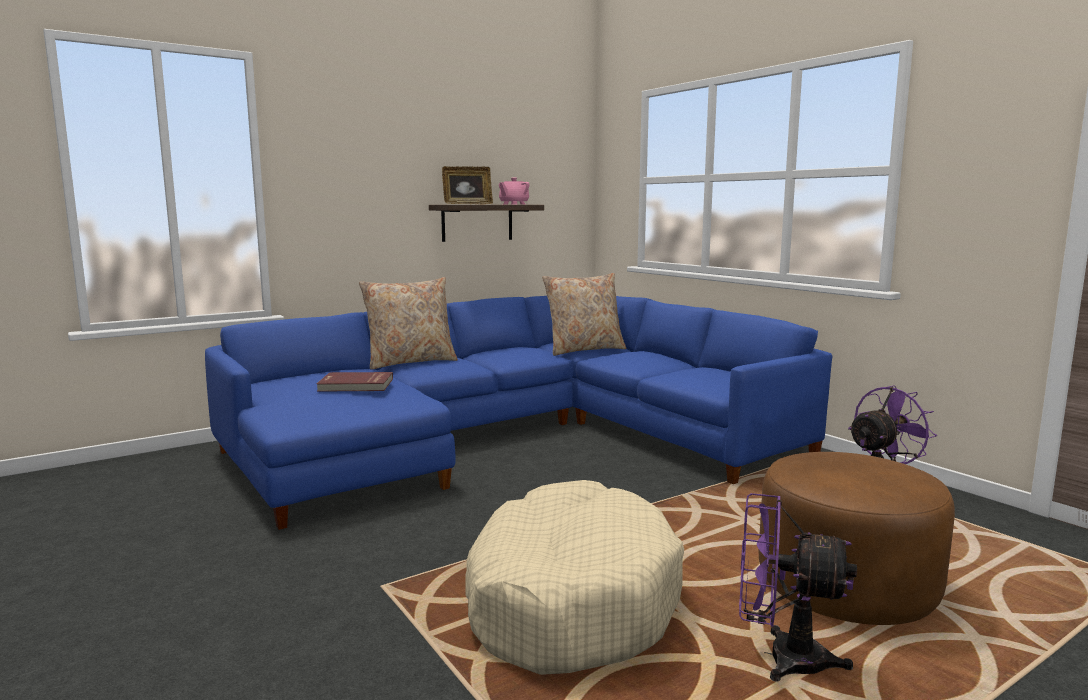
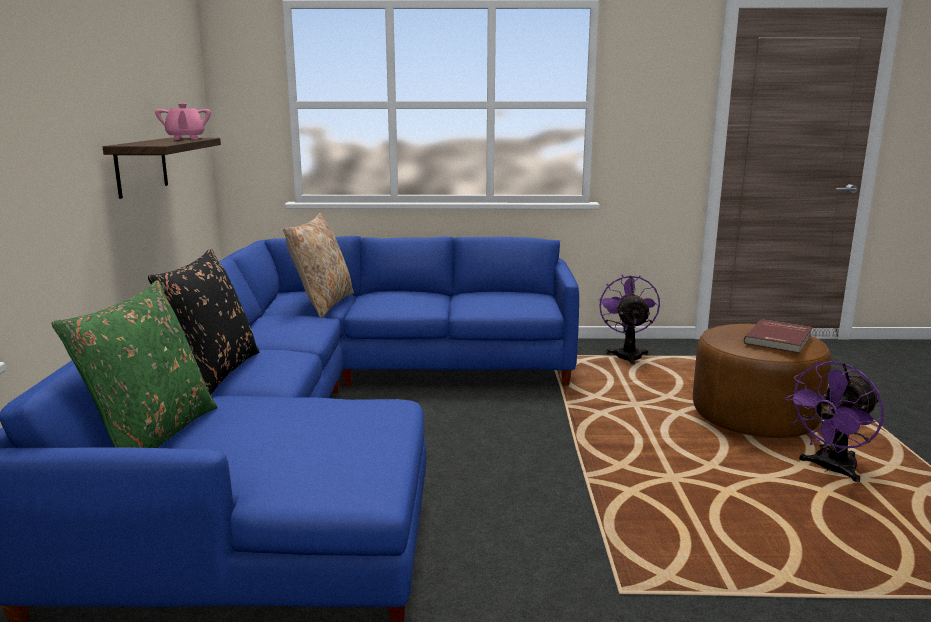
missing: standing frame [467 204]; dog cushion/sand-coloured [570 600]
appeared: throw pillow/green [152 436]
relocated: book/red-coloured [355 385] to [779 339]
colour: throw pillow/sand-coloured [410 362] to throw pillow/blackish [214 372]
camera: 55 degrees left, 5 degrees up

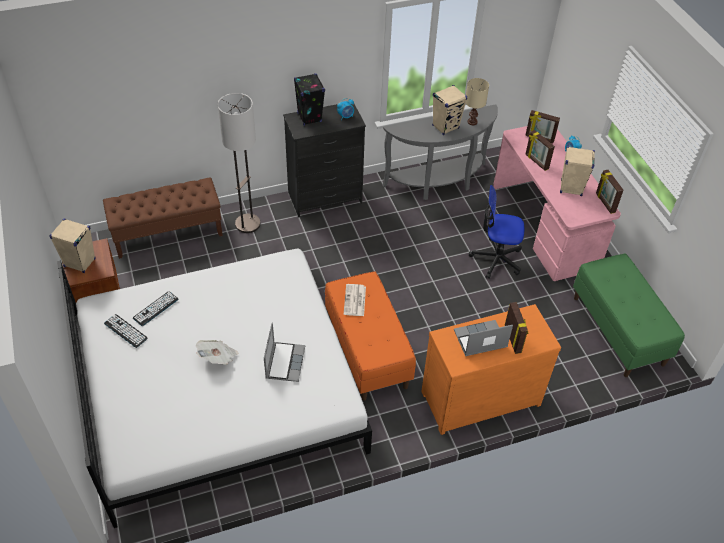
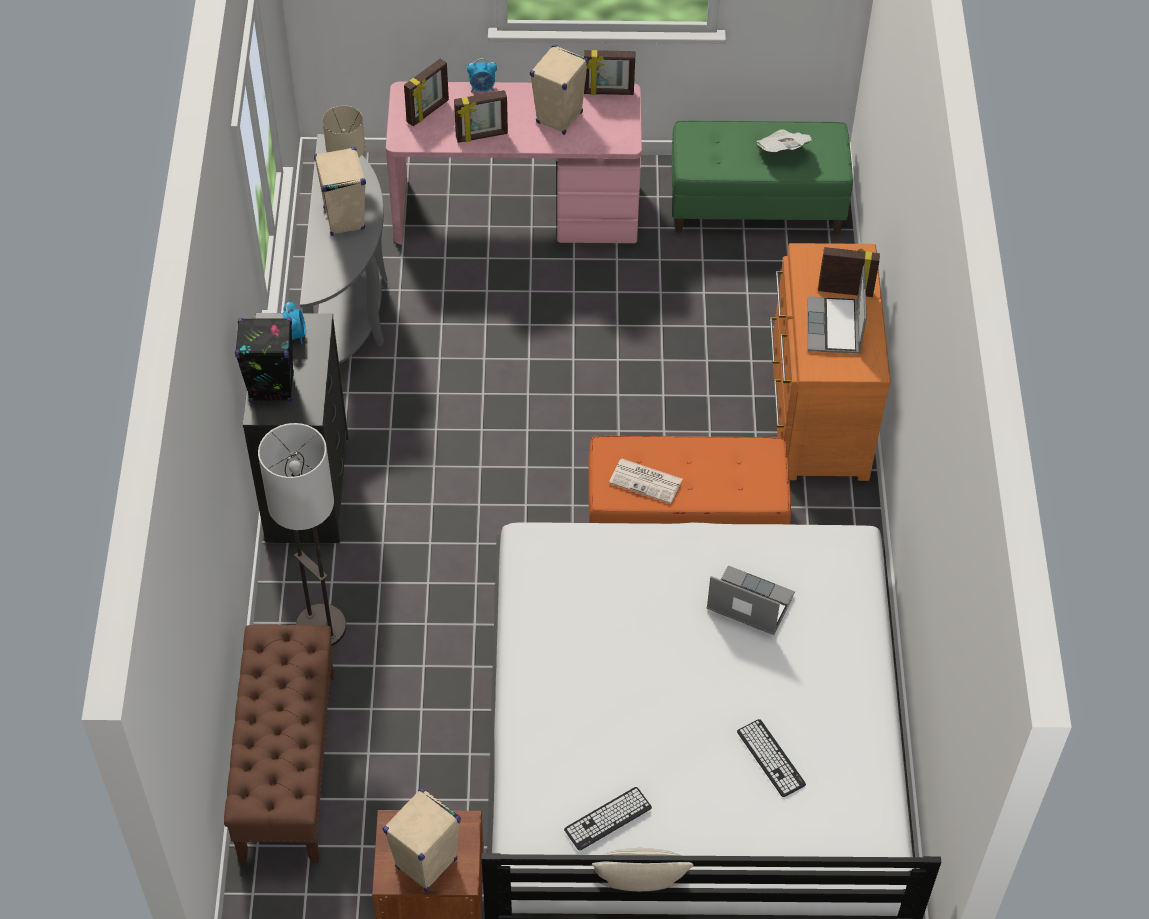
missing: computer chair [496 259]
appeared: throw pillow [640 887]
relocated: computer keyboard [156 309] to [771 758]; printed paper [218 358] to [782 151]
camera: 70 degrees left, 5 degrees up

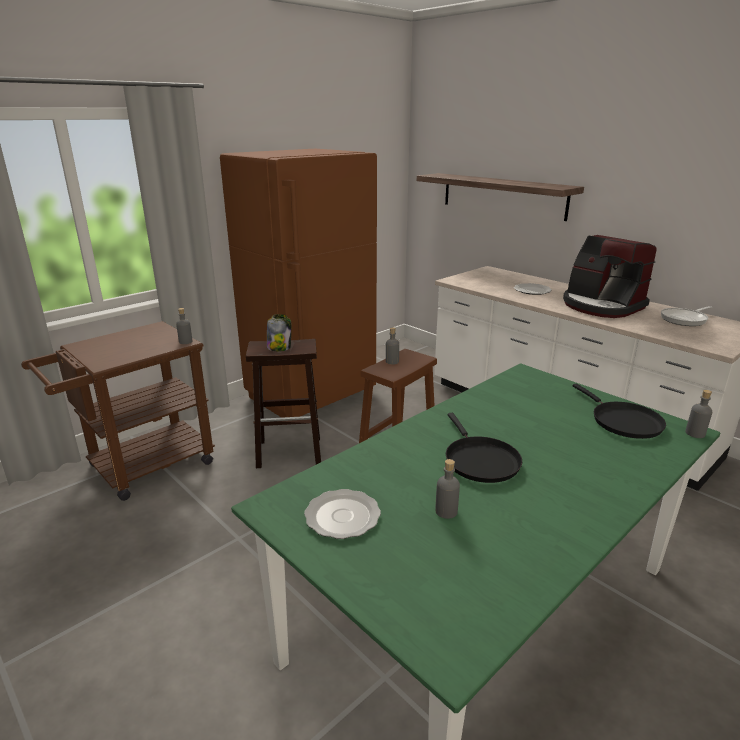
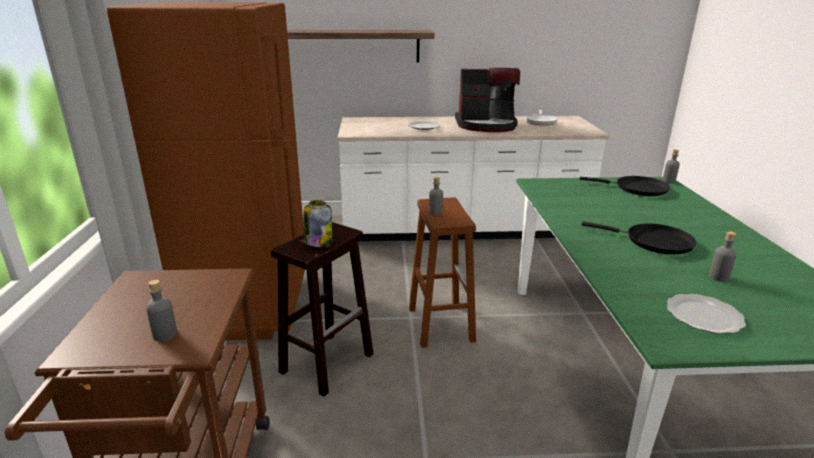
relocated: bottle/grey [185 341] to [165 334]
camera: 50 degrees left, 0 degrees up

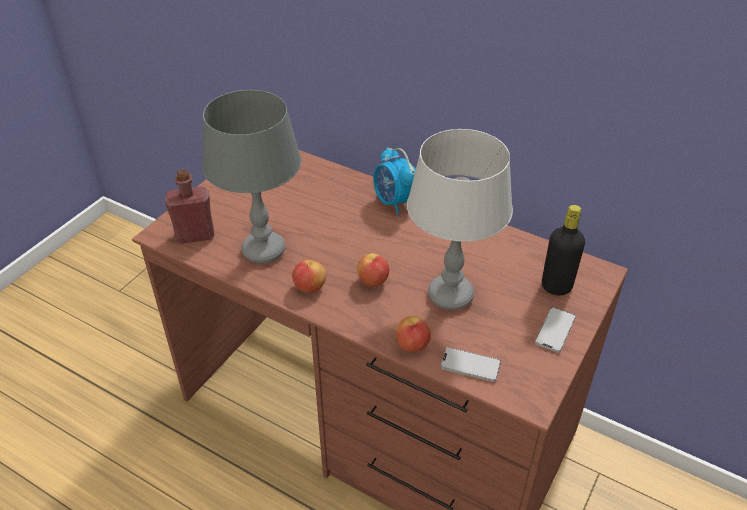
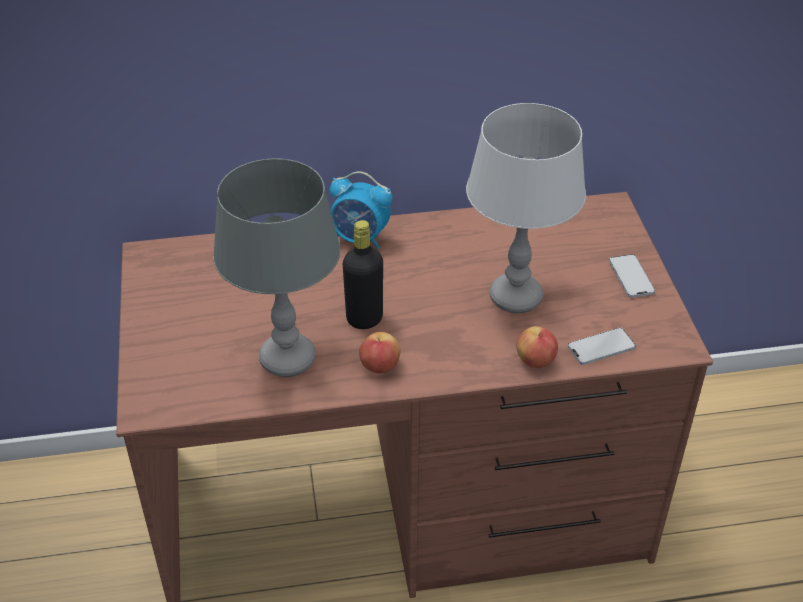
missing: bottle/red-coloured [195 235]; apple [373 281]
relocated: bottle/blackish [556 286] to [364 319]
camera: 40 degrees left, 0 degrees up

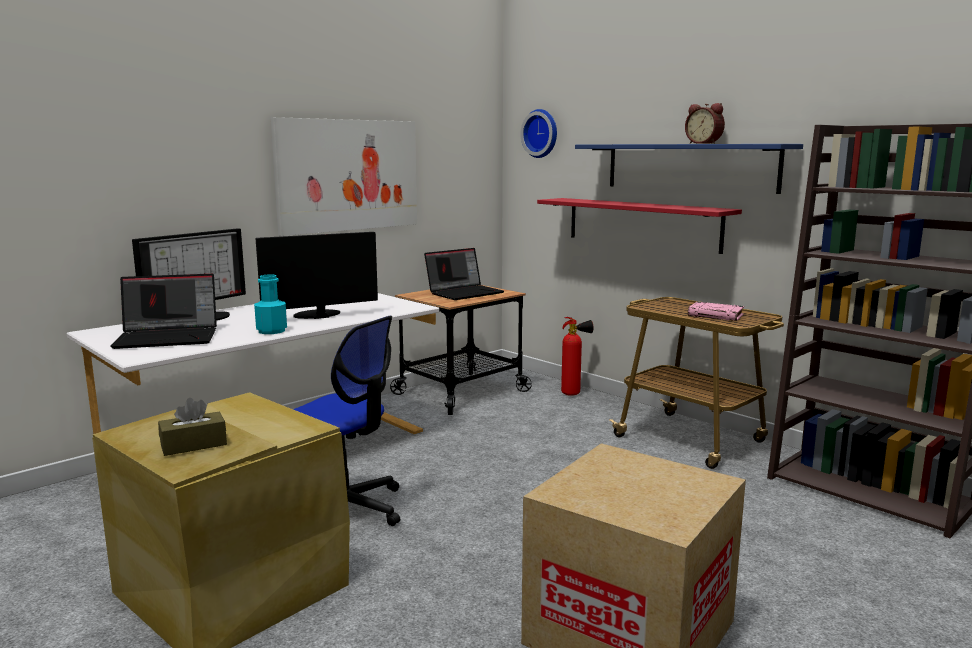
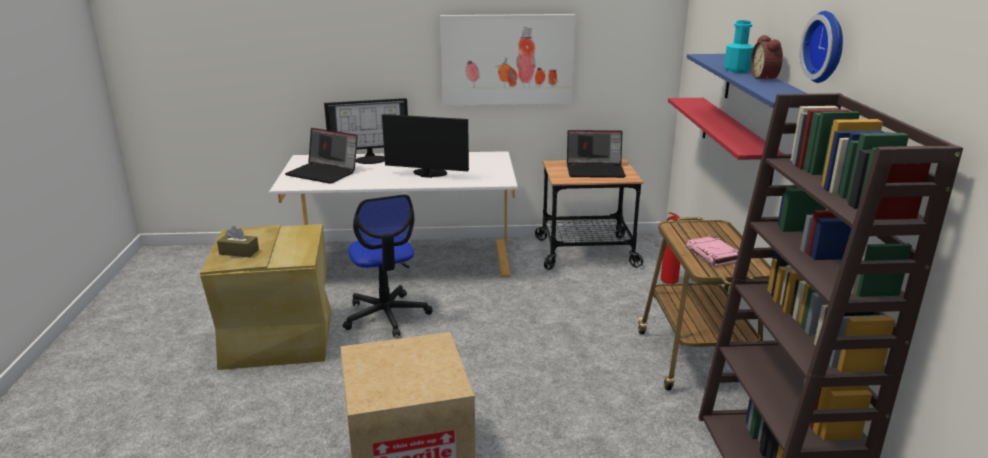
relocated: bottle/blue-green [271 331] to [737 70]; hanging clock [541 133] to [827 47]
camera: 40 degrees right, 10 degrees up

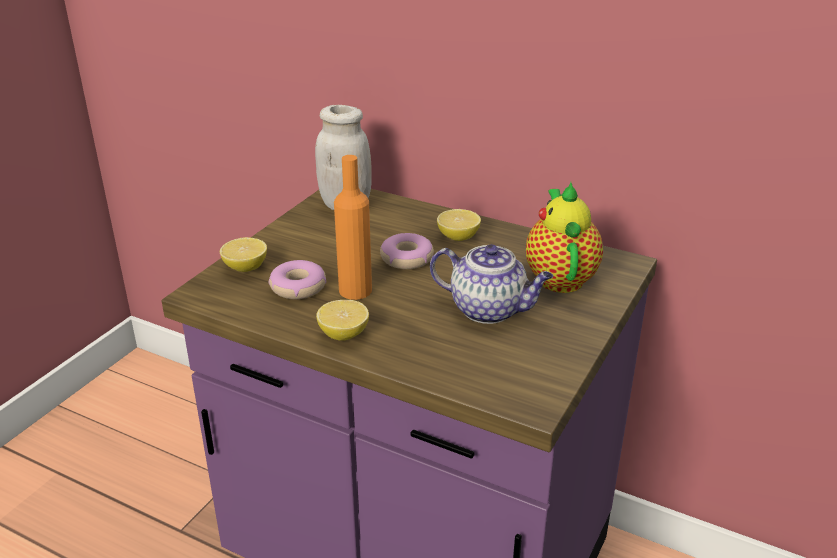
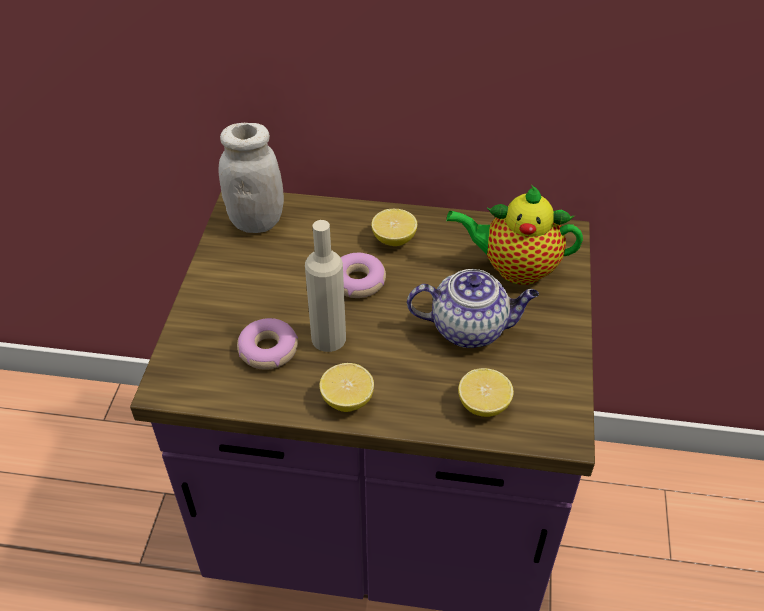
relocated: whole lemon [245 267] to [483 405]
colour: bottle/orange-coloured [355 290] to bottle/sand-coloured [328 338]
spun: teapot [560 277] = [514 268] 60 degrees counterclockwise
camera: 20 degrees left, 15 degrees up

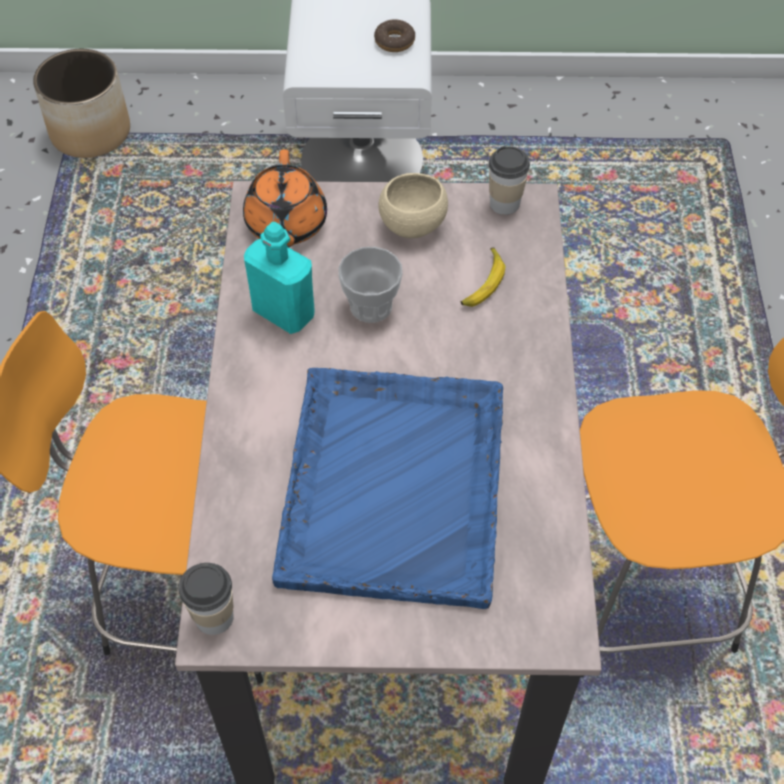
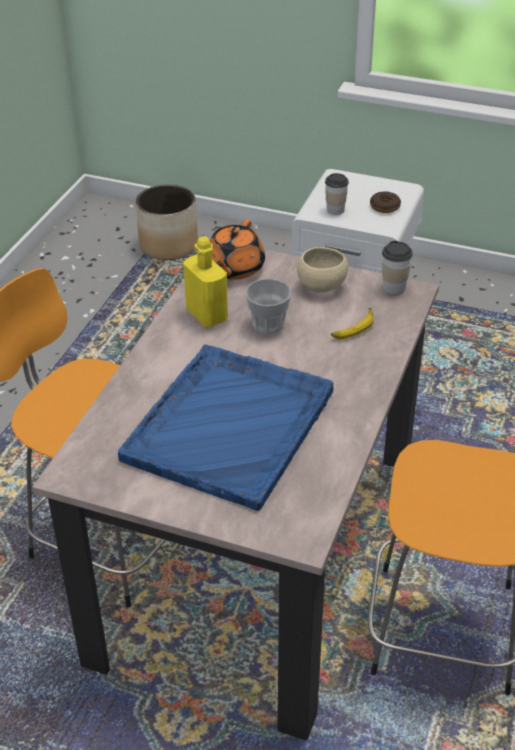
relocated: cup [214 617] to [335 210]
colour: bottle/blue-green [283 313] to bottle/yellow-coloured [207 315]
camera: 20 degrees right, 15 degrees down

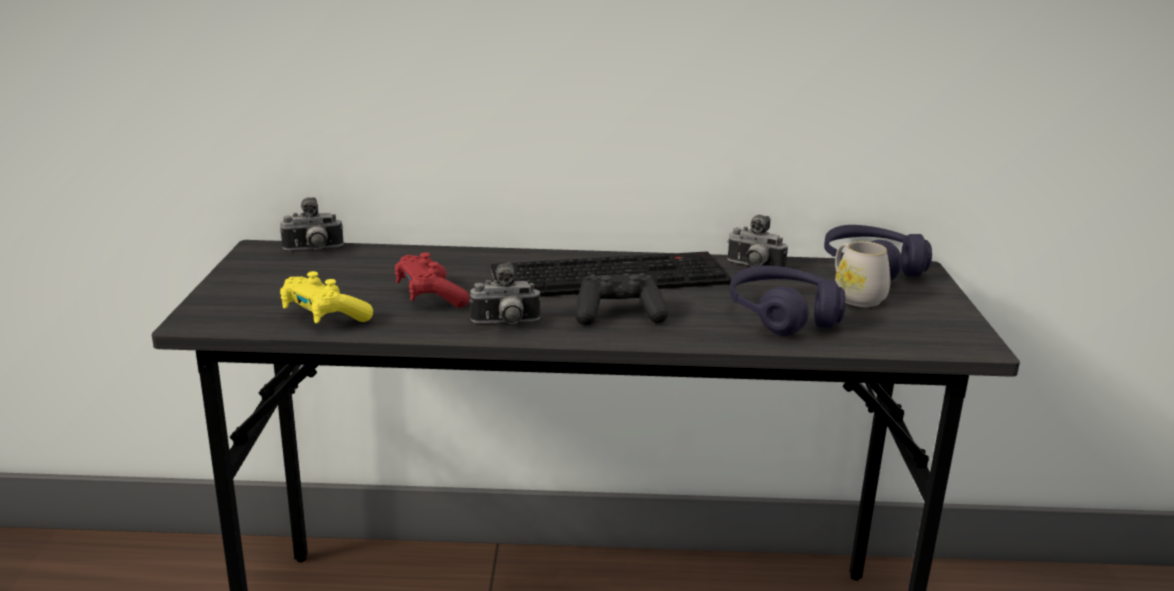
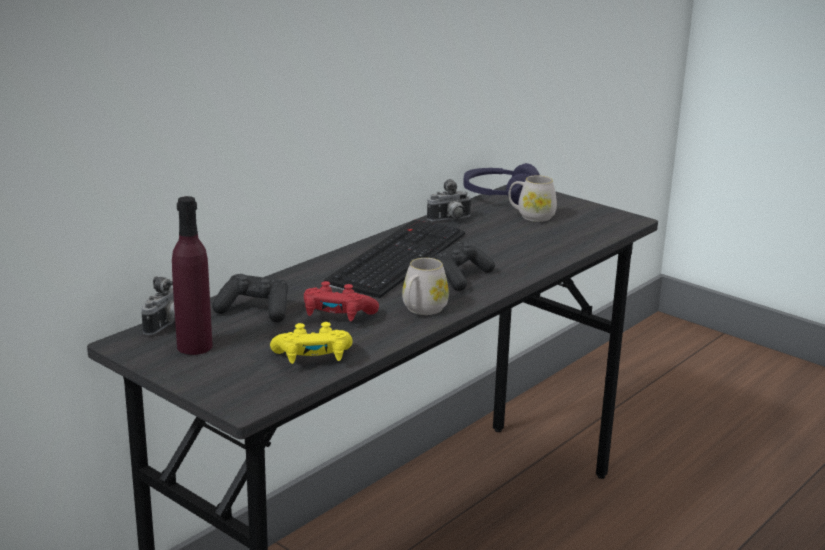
missing: pair of headphones/purple-coloured [783 315]
appeared: bottle/purple-coloured [194 346]; gamepad/blackish [255 310]
exchanged: photo camera [506 324] to tea mug/whitish [421 310]
camera: 50 degrees left, 0 degrees up

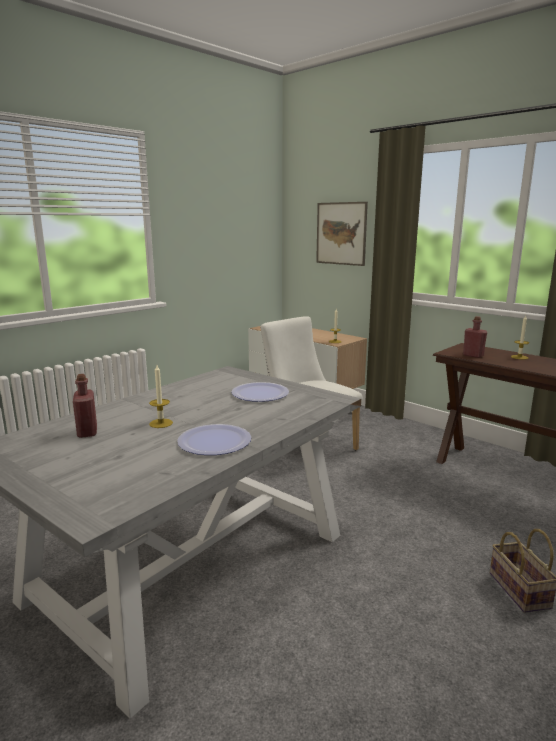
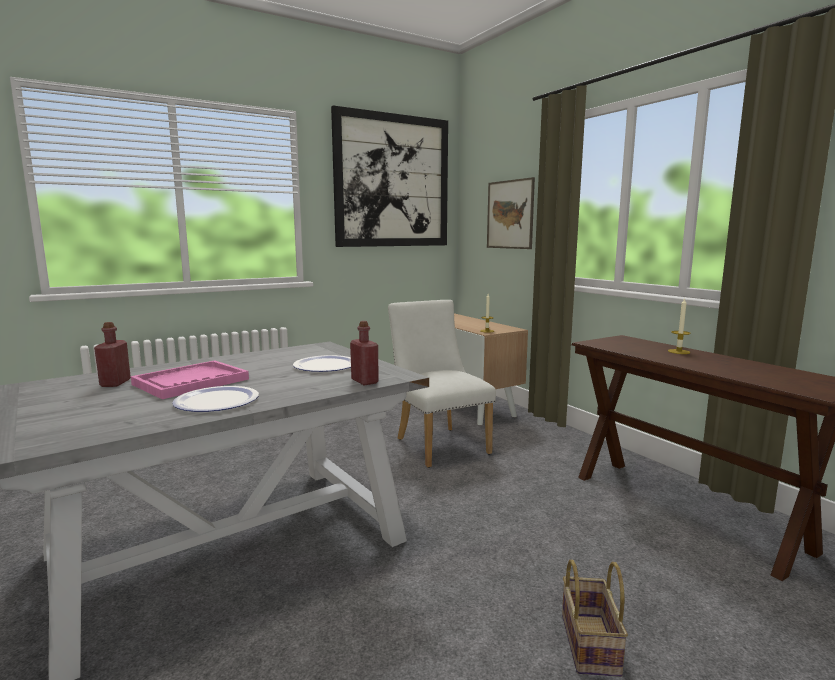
appeared: picture [392 181]
relocated: bottle/red-coloured [473 355] to [364 381]
exchanged: candle [161 423] to carrying tray/pink-coloured [191 382]
camera: 15 degrees right, 5 degrees down

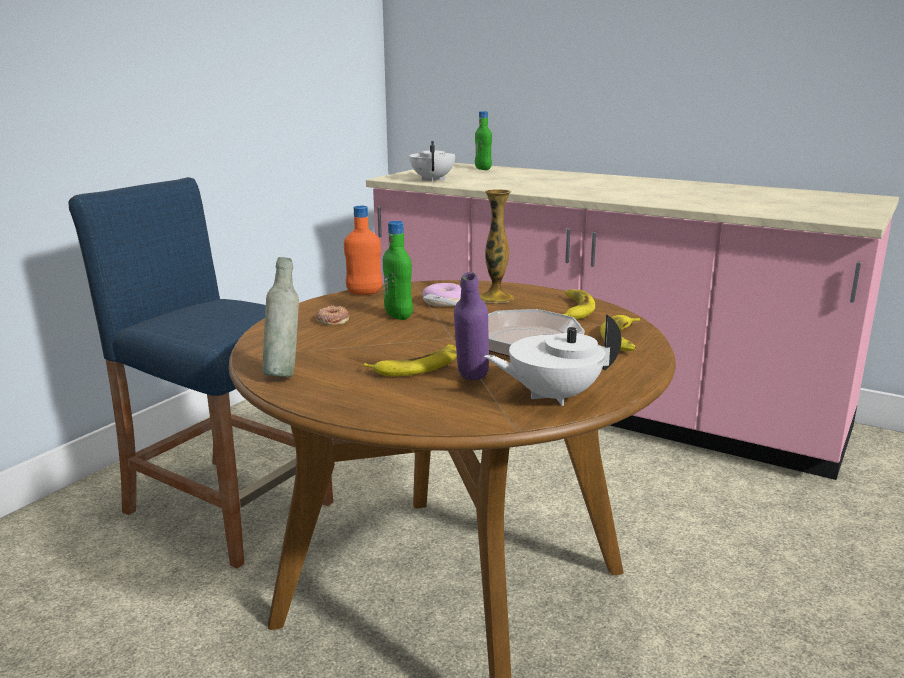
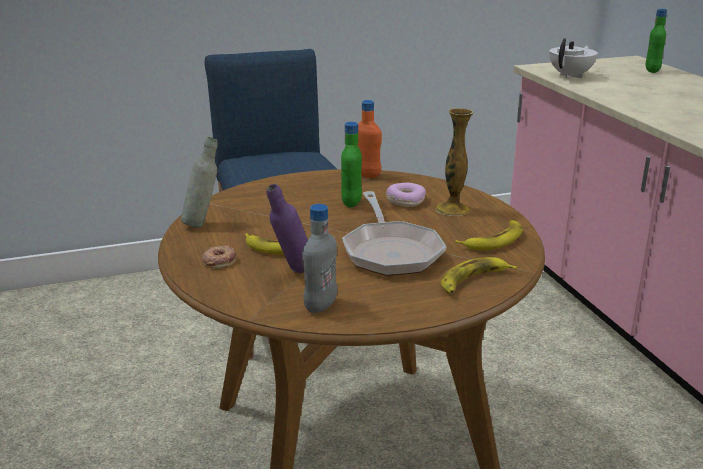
relocated: donut [332 320] to [219 261]
exchanged: teapot/whitish [553 396] to bottle/grey [320 306]
camera: 40 degrees right, 5 degrees up

